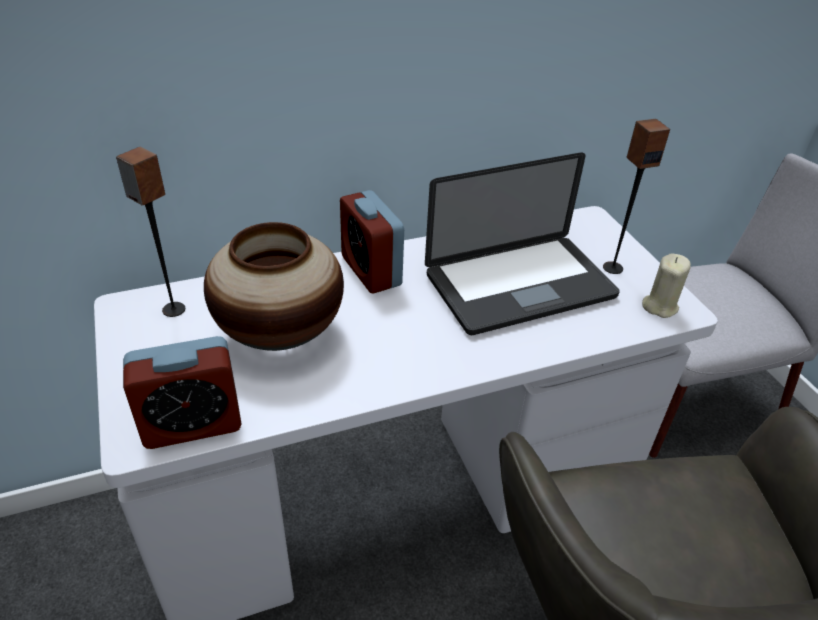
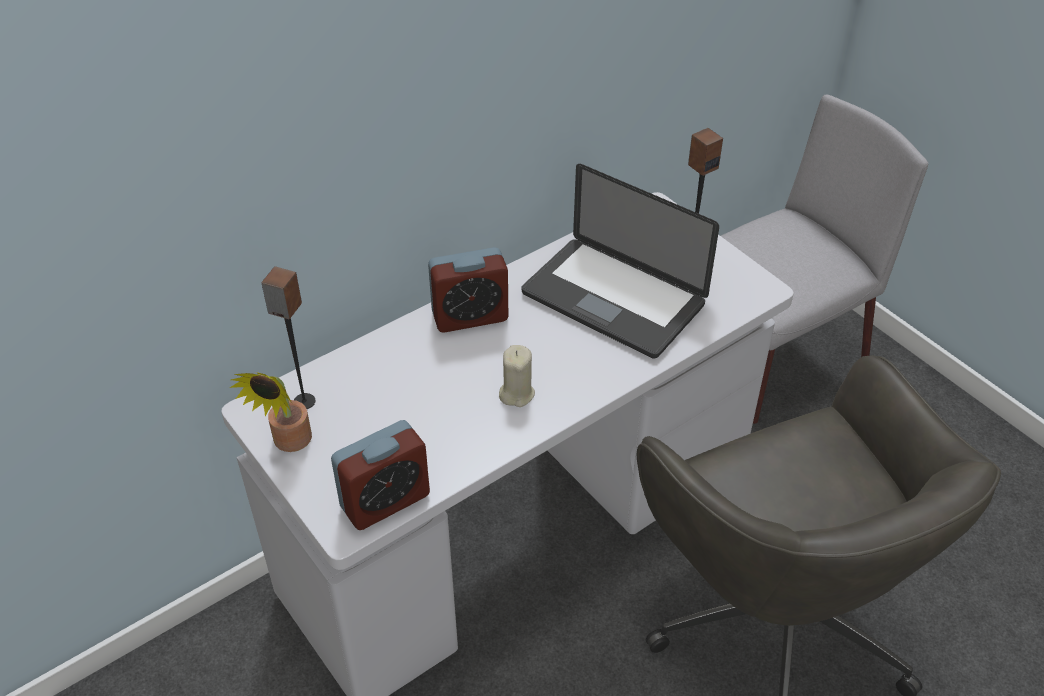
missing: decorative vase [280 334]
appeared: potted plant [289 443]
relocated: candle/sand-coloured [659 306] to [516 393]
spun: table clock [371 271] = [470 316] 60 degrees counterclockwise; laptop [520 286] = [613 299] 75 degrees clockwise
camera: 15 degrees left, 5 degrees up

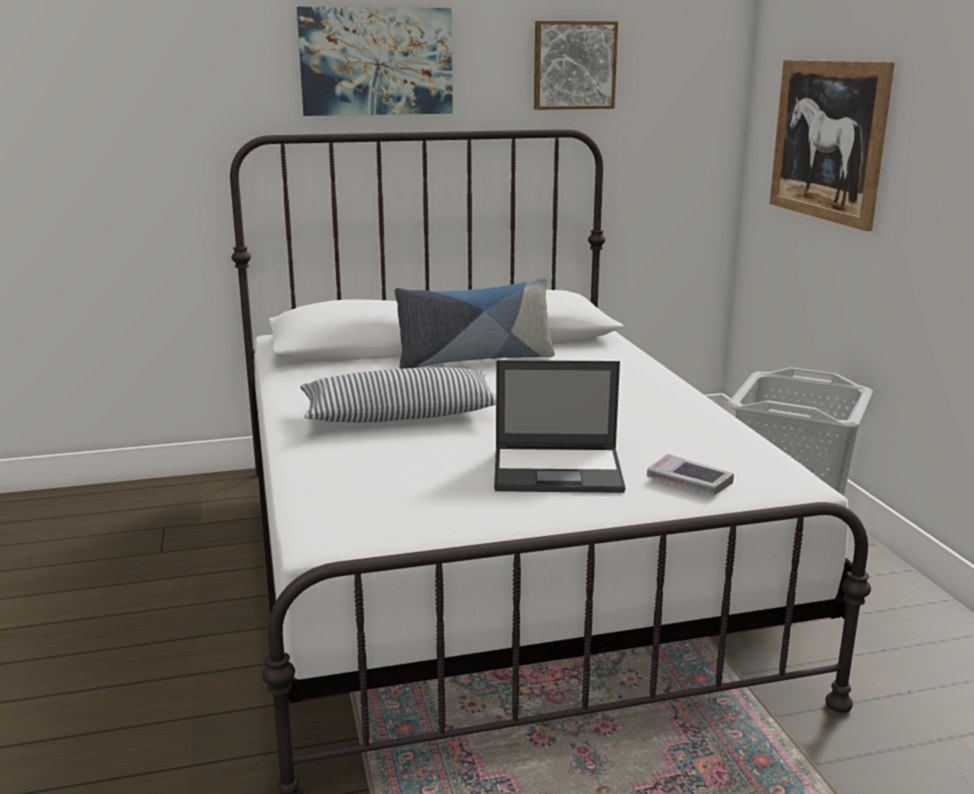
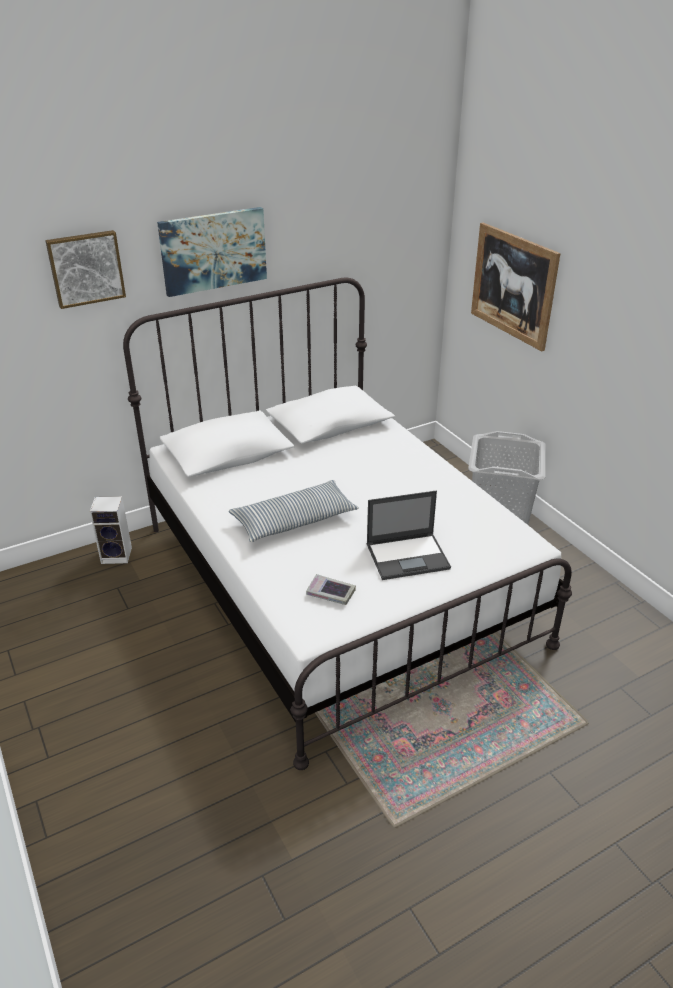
missing: throw pillow [475 359]
appeared: speaker [118 555]
relocated: picture [573 65] to [86 268]; book [689 481] to [330 593]
camera: 15 degrees left, 15 degrees up

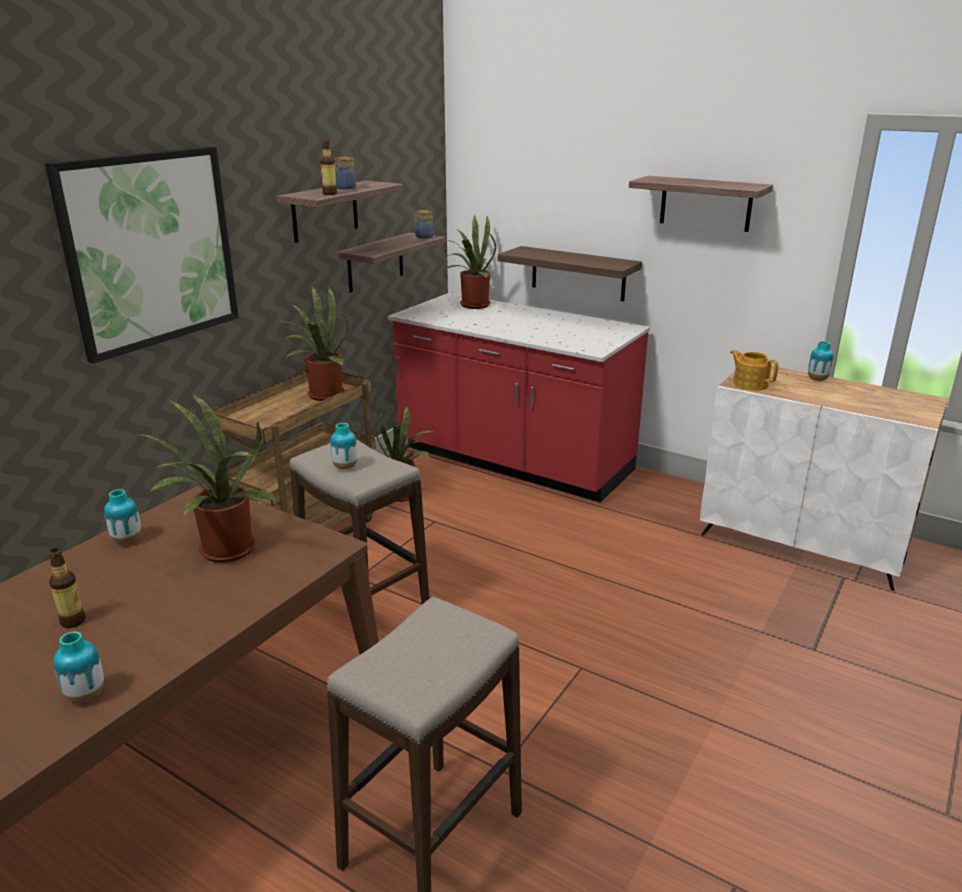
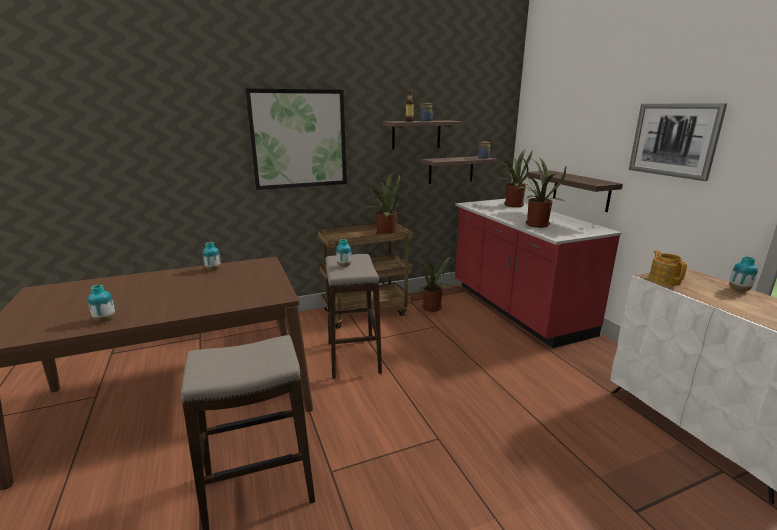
missing: bottle [73 621]
relocated: potted plant [222 552] to [534 225]
exchanged: wall shelf [705 203] to picture [673 140]
camera: 35 degrees right, 5 degrees down

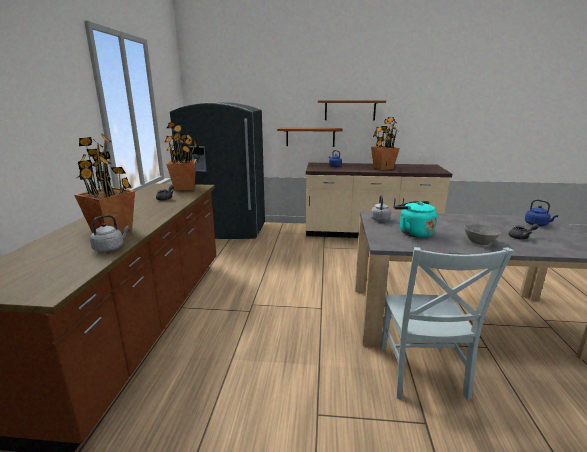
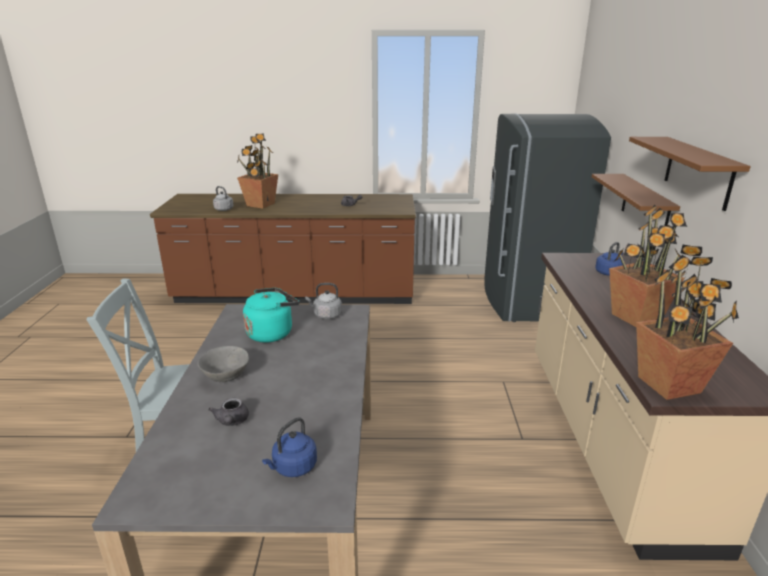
relocated: potted plant [185 188] to [670 385]
camera: 85 degrees right, 5 degrees up

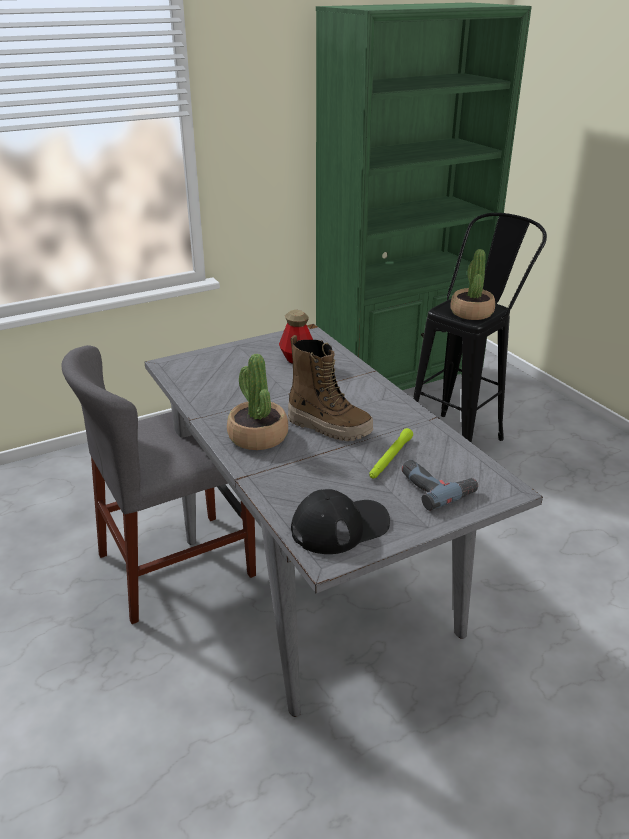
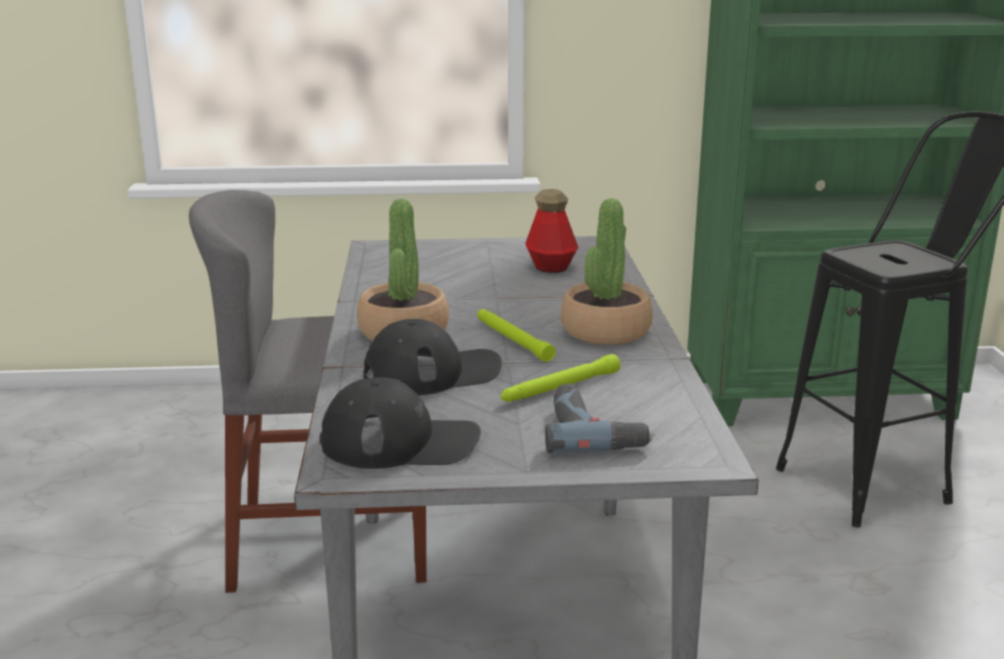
appeared: cap/blackish [432 373]
relocated: potted plant [471 313] to [605 331]
exchanged: tall boot [329 427] to torch/green [512 340]
camera: 25 degrees right, 10 degrees down

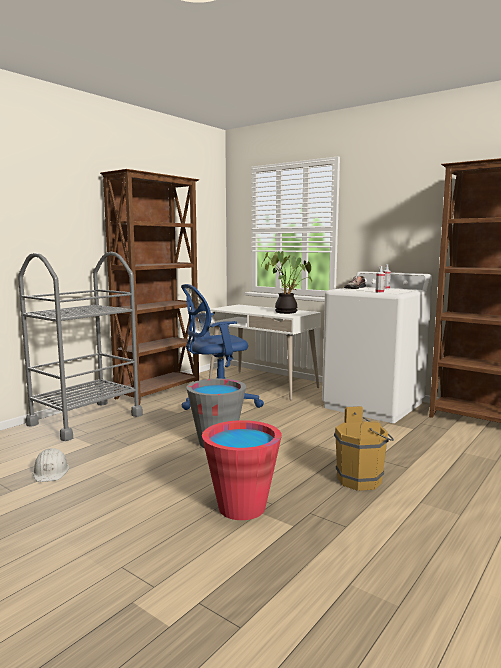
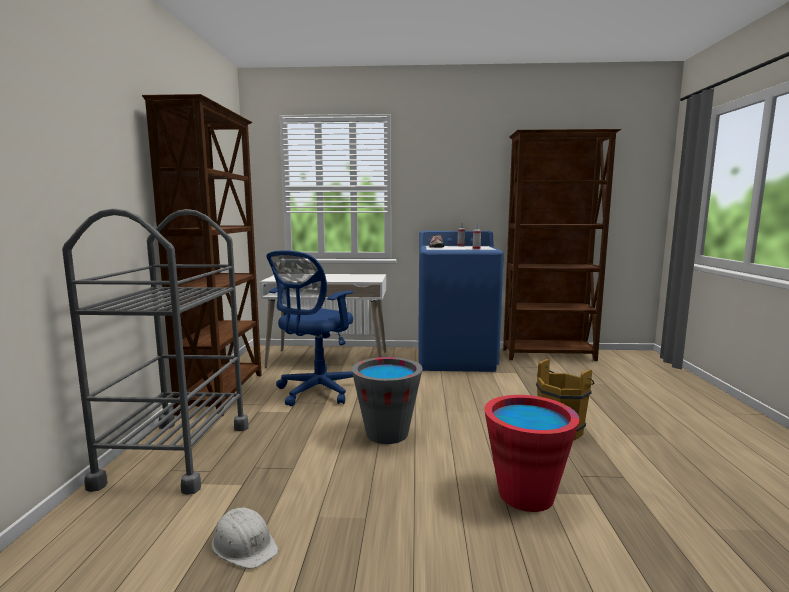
missing: potted plant [287 312]
colour: washing machine/whitish [374 405] to washing machine/blue-coloured [456 359]
camera: 35 degrees left, 0 degrees up

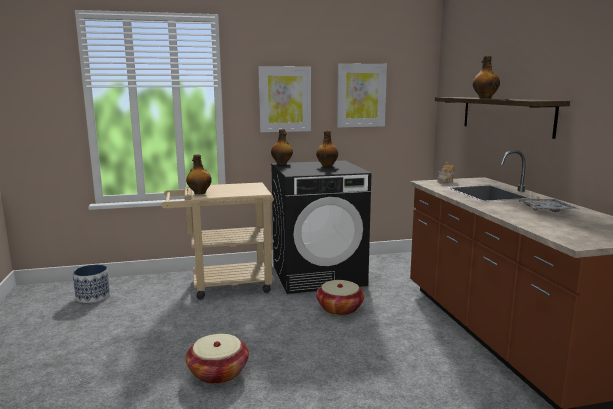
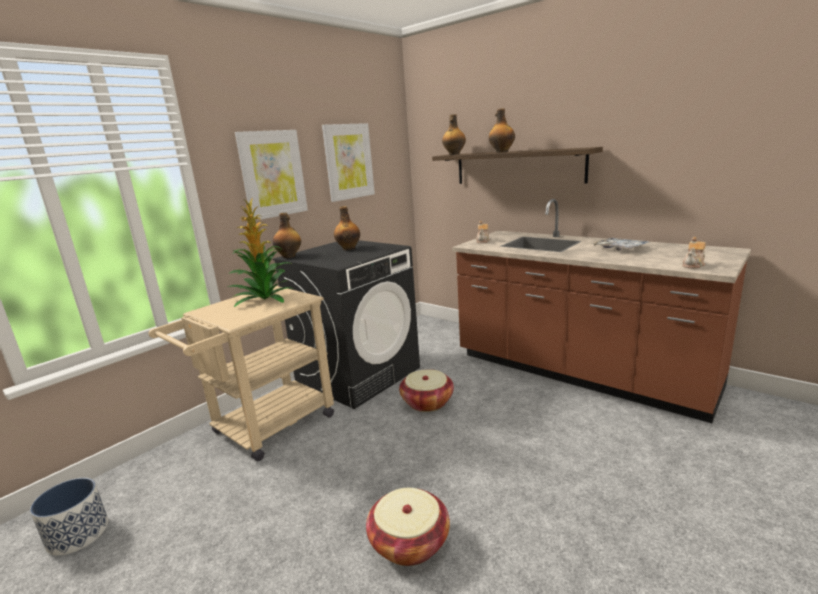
appeared: potted plant [265 298]; teapot [693 265]
relocated: bottle [199 193] to [454 154]
camera: 35 degrees left, 5 degrees up

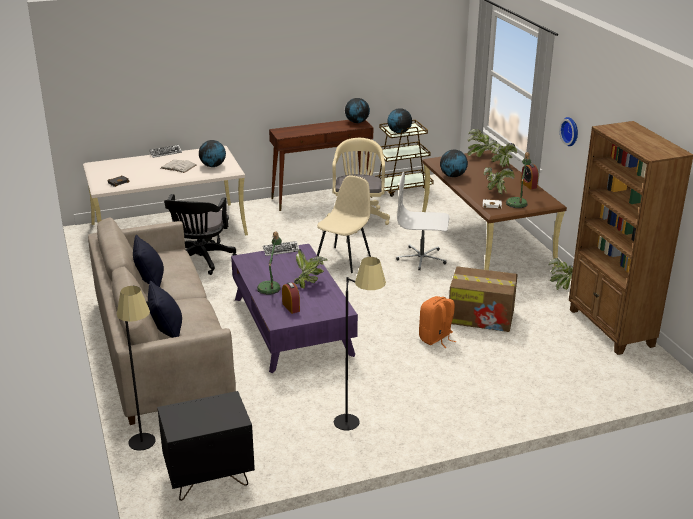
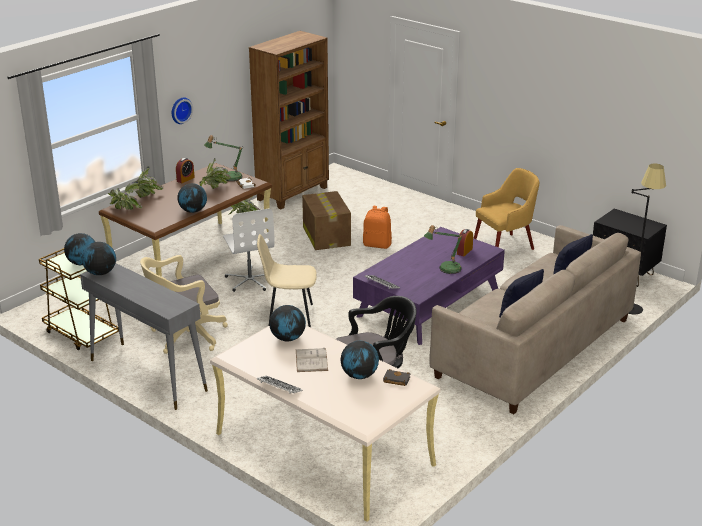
missing: potted plant [309 282]
appeared: world globe [359 375]
exchanged: standard lamp/blackish [358 420] to lounge chair/yellow-coloured [505 246]
colour: narrow table/brown [322 197] to narrow table/grey [147 375]
camera: 120 degrees left, 0 degrees up

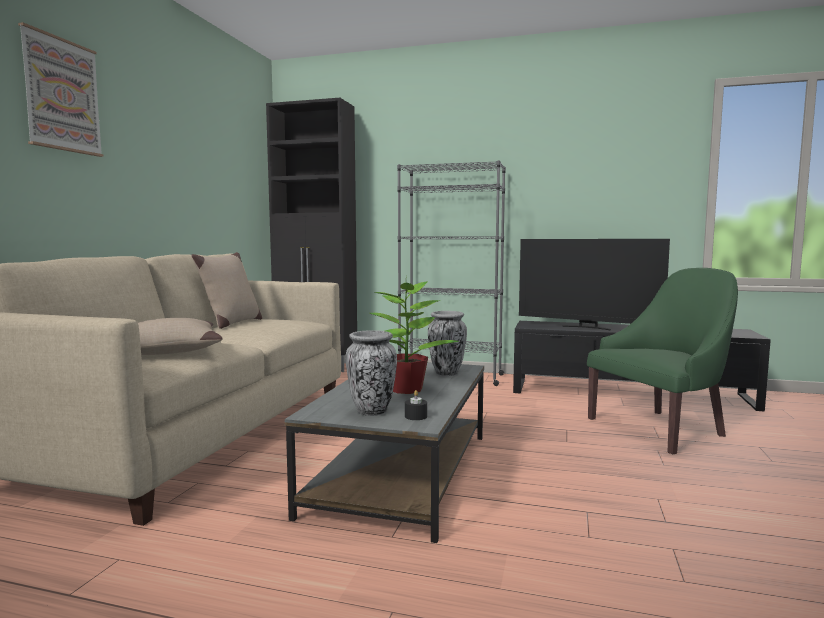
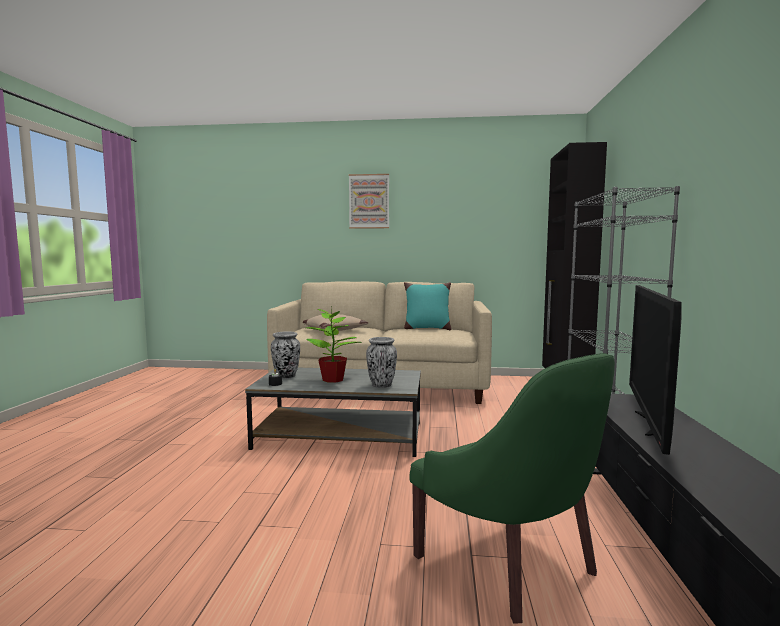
colour: throw pillow/sand-coloured [231 323] to throw pillow/blue-green [426 328]
camera: 80 degrees right, 0 degrees up

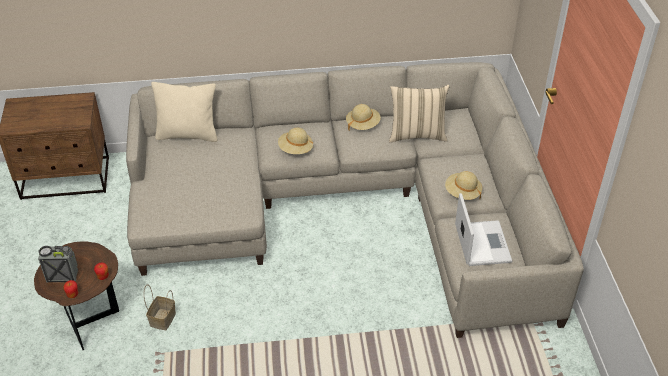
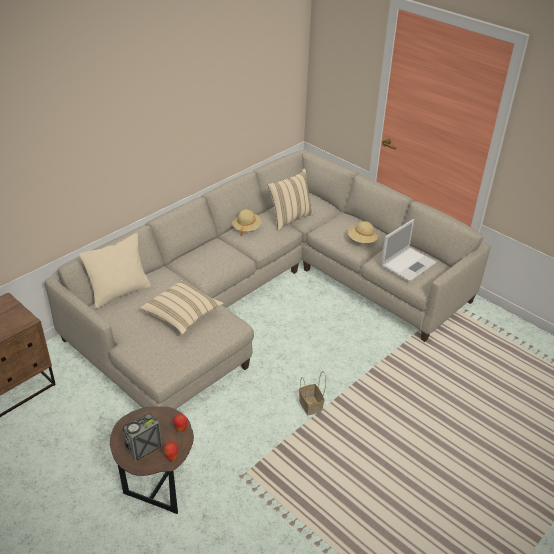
missing: clothing hat/sand-coloured [295 149]
appeared: throw pillow/sand-coloured [182 315]
relocated: basket [163 320] to [311 406]
spun: laptop [482 242] = [409 264] 90 degrees clockwise
camera: 40 degrees left, 5 degrees down

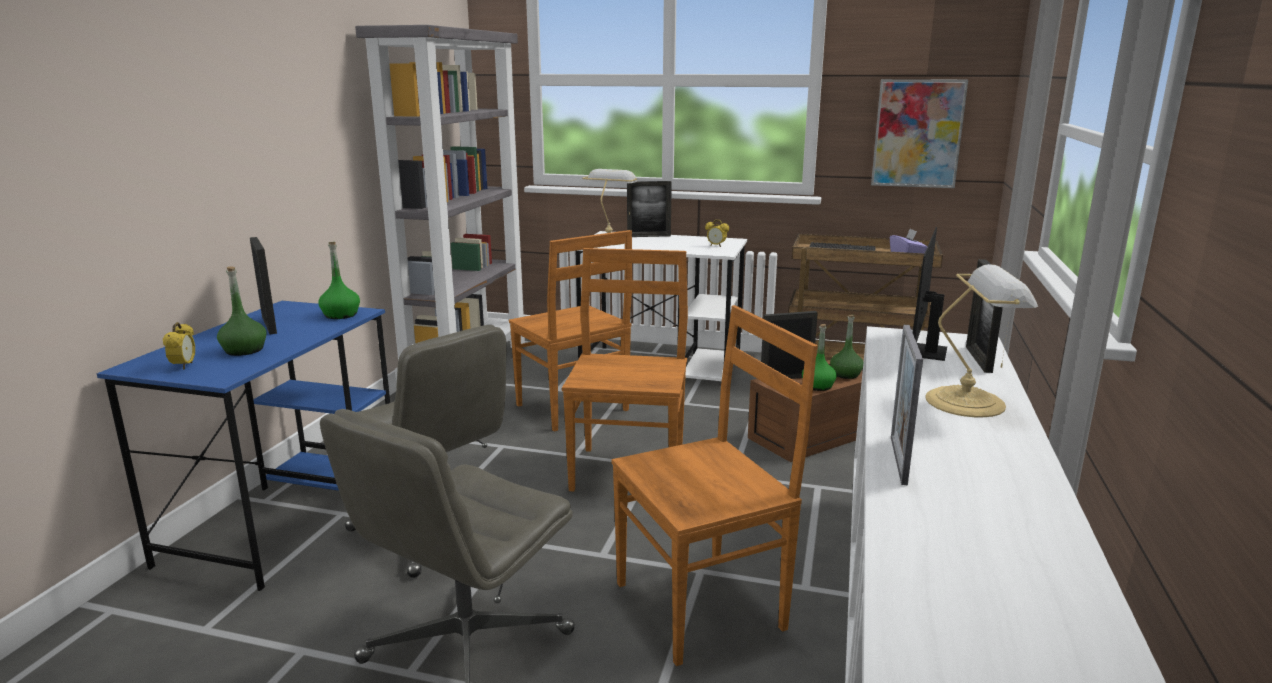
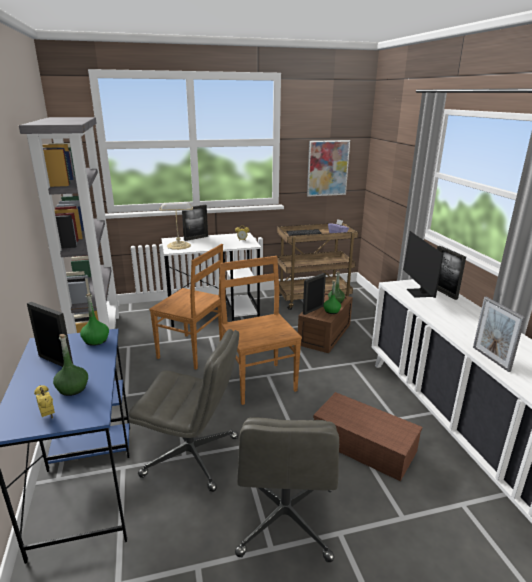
missing: tabletop lamp [969 402]
exchanged: plain chair/brown [704 604] to storage container/brown [365 445]
camera: 30 degrees left, 5 degrees up

